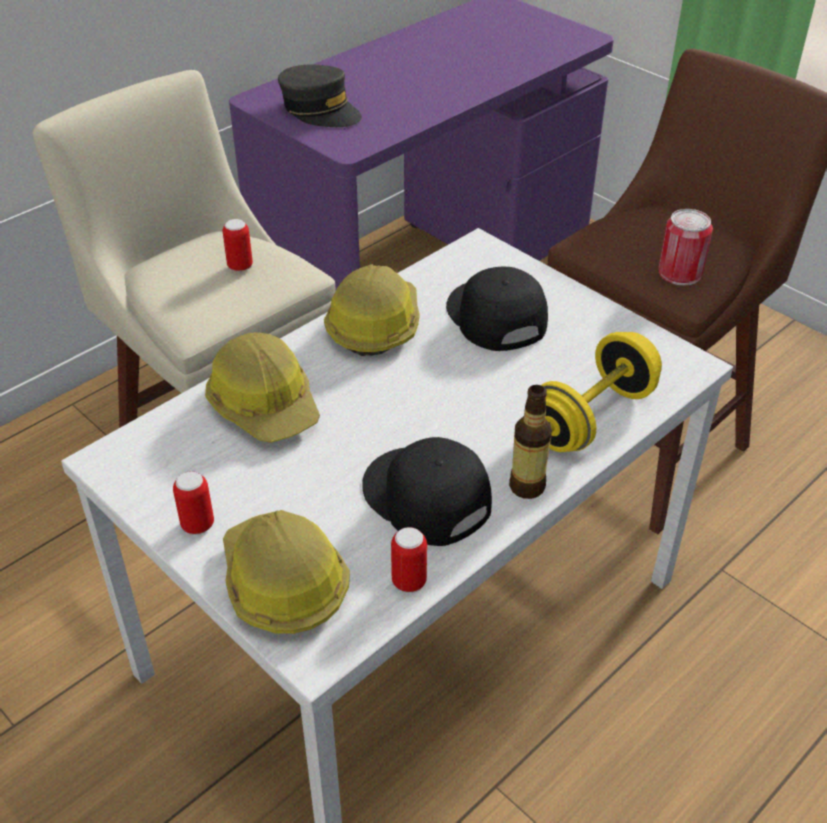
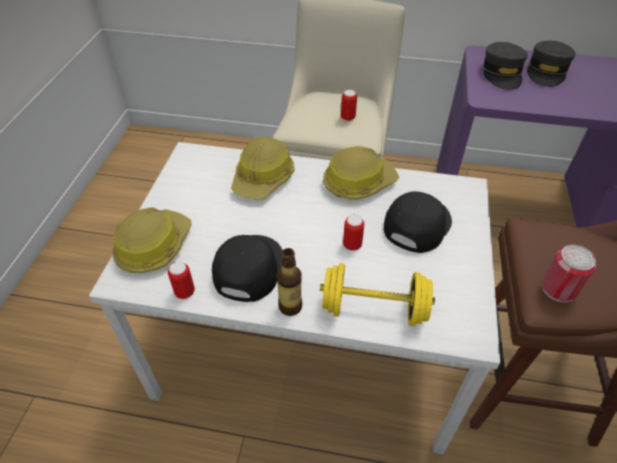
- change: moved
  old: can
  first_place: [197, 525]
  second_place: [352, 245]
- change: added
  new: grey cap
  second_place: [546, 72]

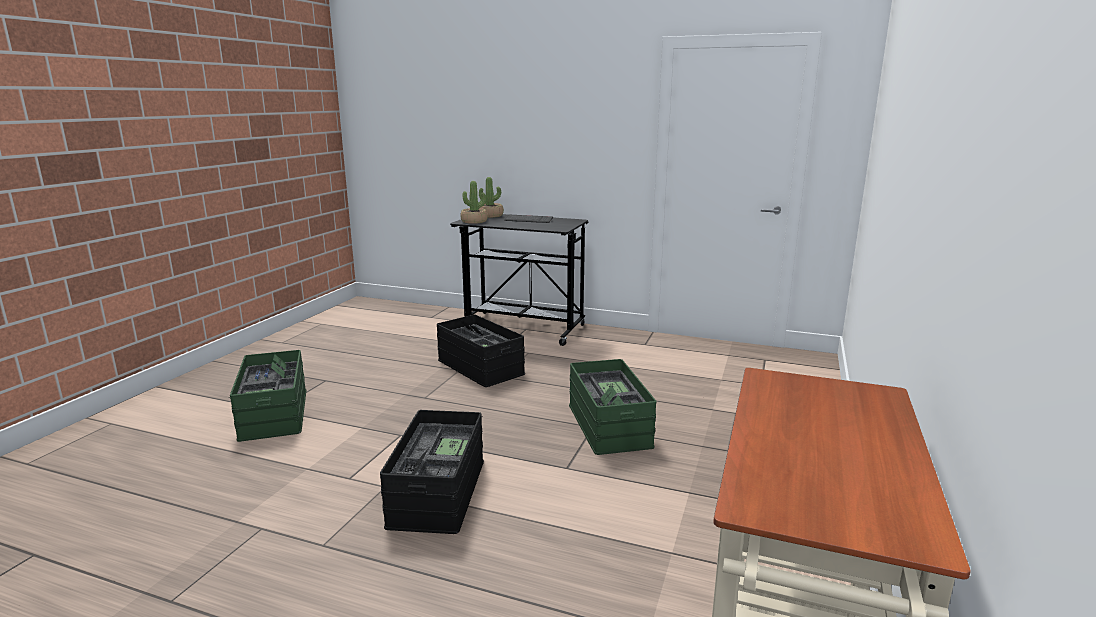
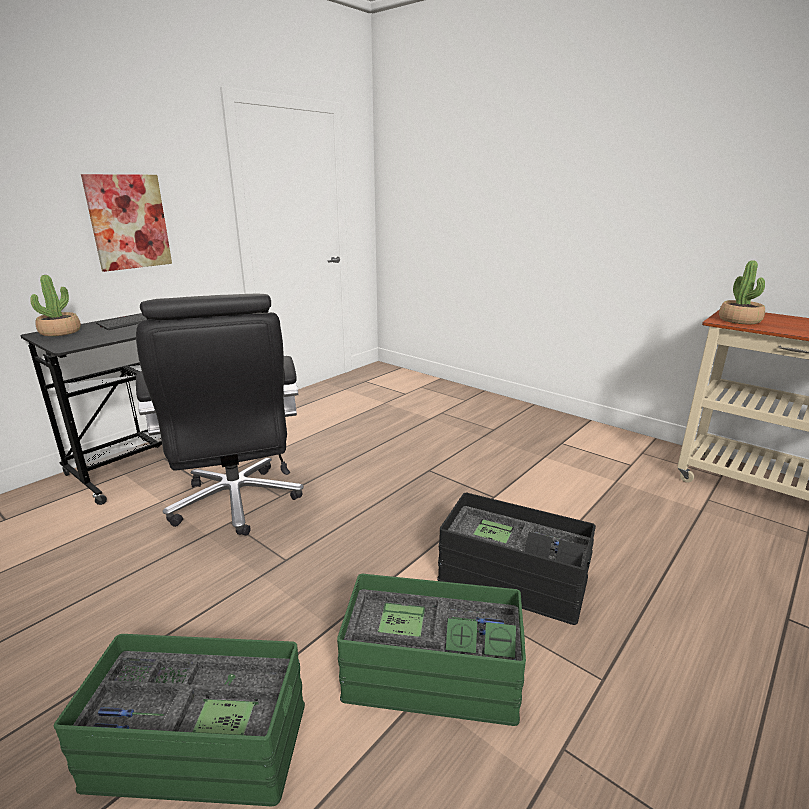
- change: moved
  old: potted plant
  first_place: [474, 221]
  second_place: [739, 320]
- change: replaced
  old: black storage box
  new: black office chair
  first_place: [479, 367]
  second_place: [237, 506]
- change: moved
  old: green storage box
  first_place: [610, 425]
  second_place: [432, 670]
- change: added
  new: picture
  second_place: [128, 222]

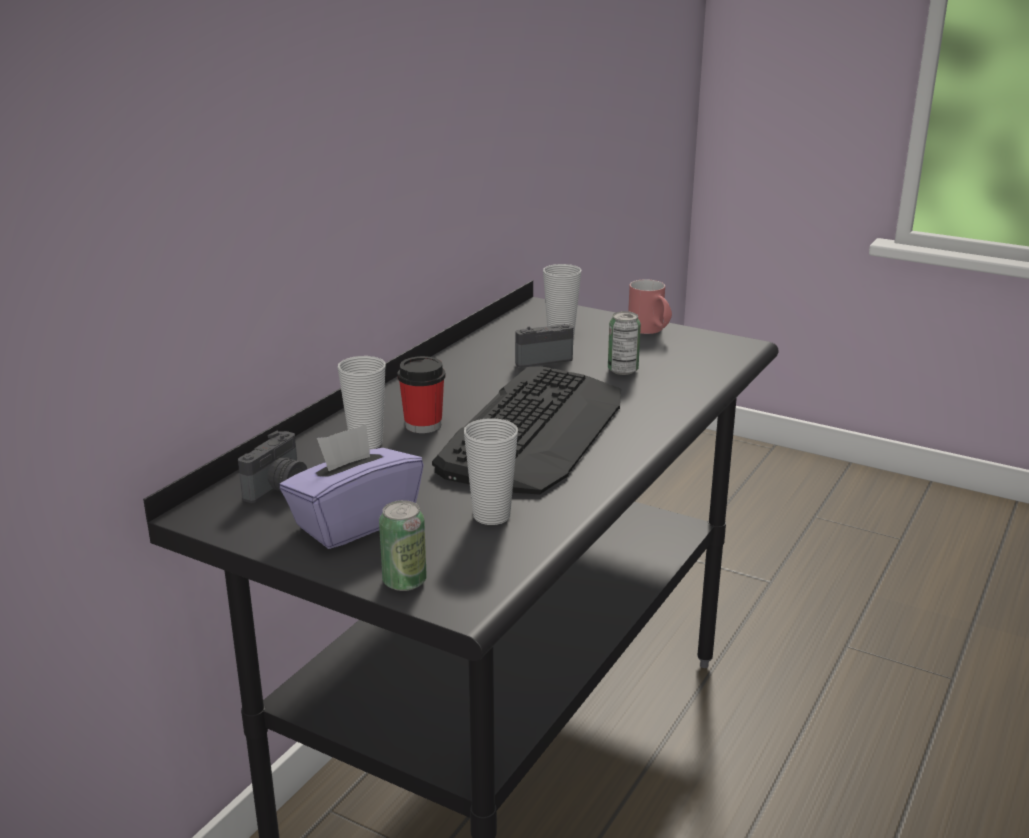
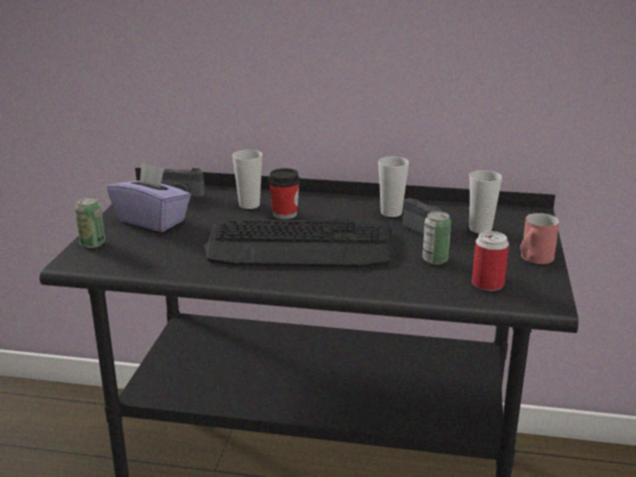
- change: moved
  old: cup
  first_place: [491, 516]
  second_place: [391, 213]
- change: added
  new: can
  second_place: [487, 284]

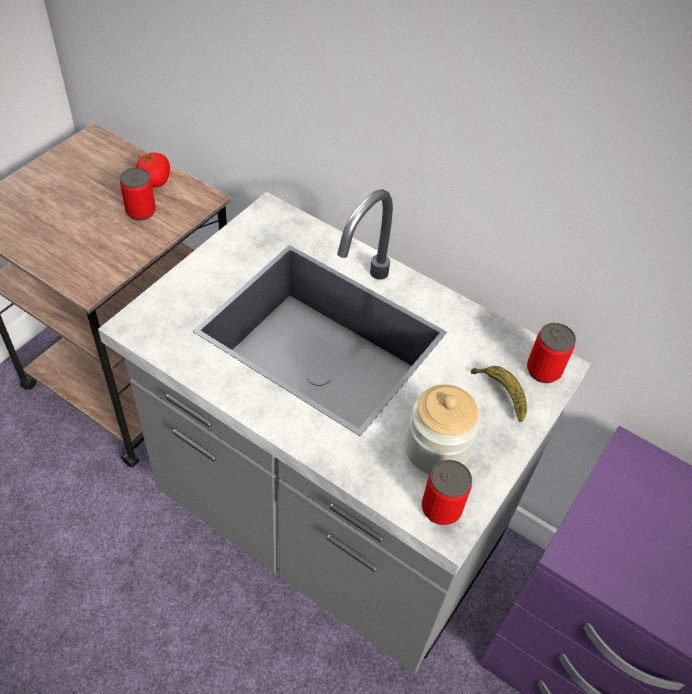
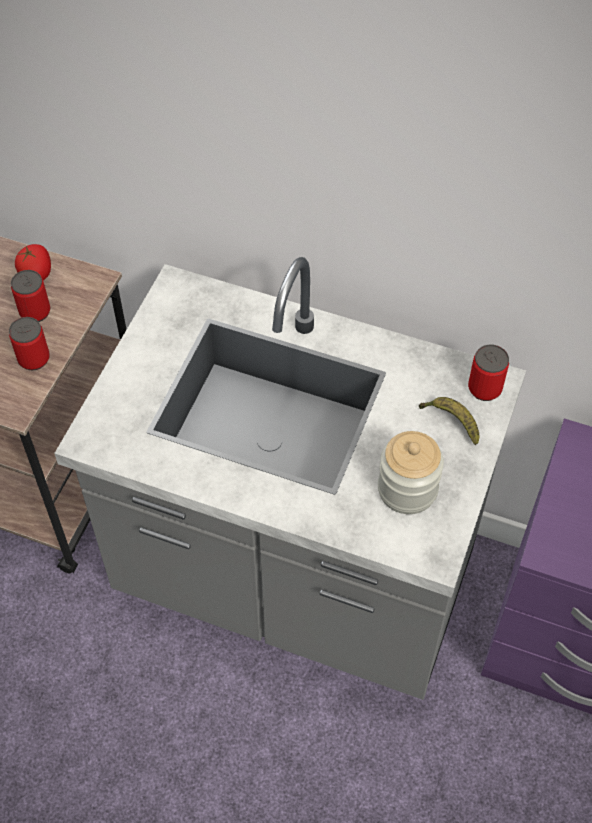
- change: moved
  old: can
  first_place: [441, 508]
  second_place: [34, 359]

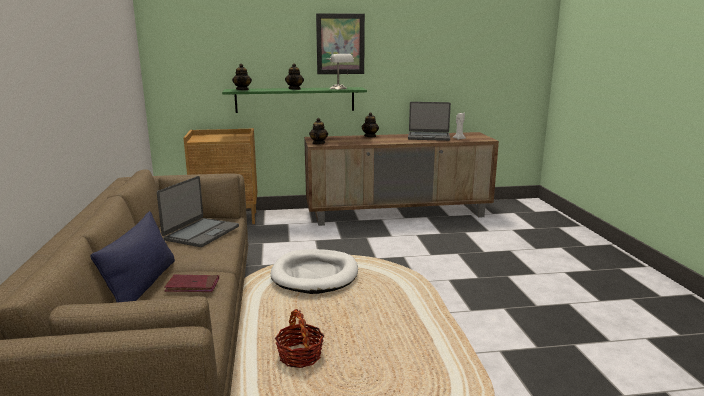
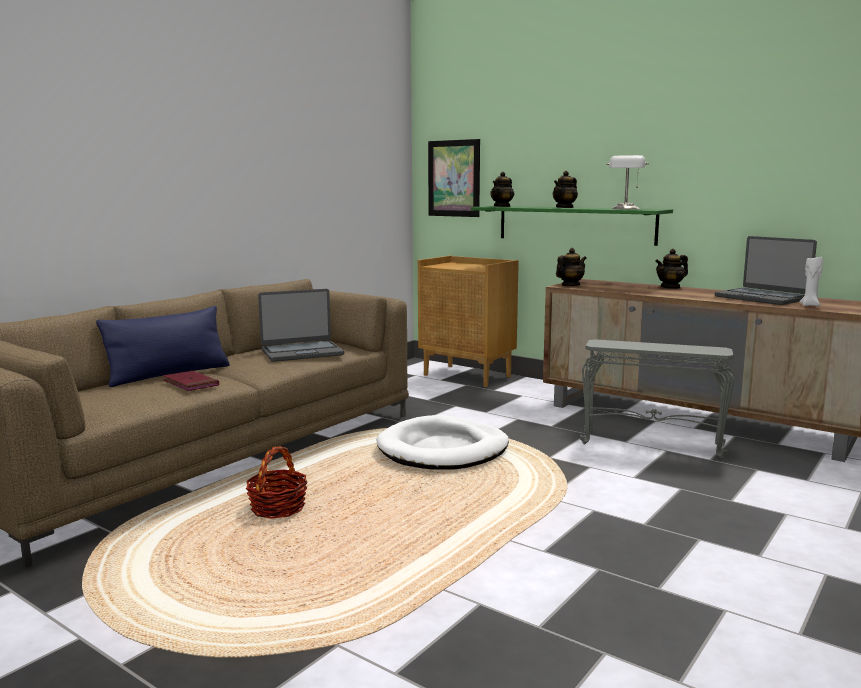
- change: moved
  old: picture
  first_place: [340, 44]
  second_place: [454, 178]
- change: added
  new: grey side table
  second_place: [651, 445]

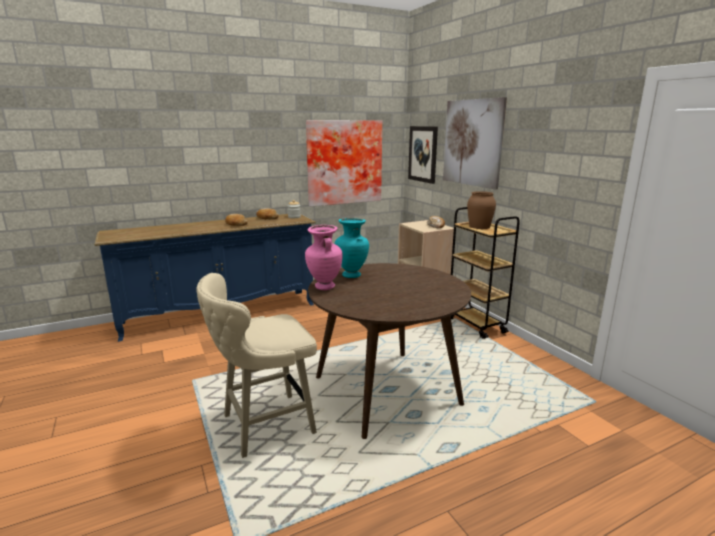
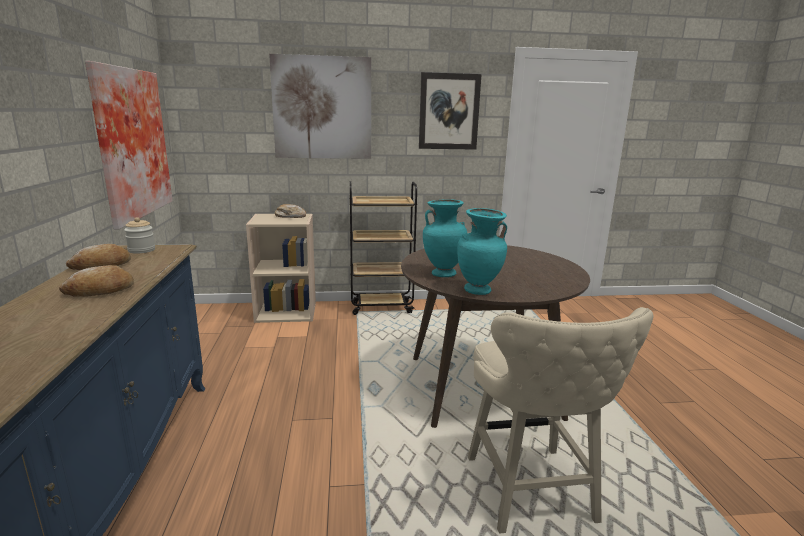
- change: moved
  old: picture
  first_place: [423, 154]
  second_place: [449, 112]
- change: removed
  old: brown vase
  first_place: [479, 226]
- change: recoloured
  old: pink vase
  new: turquoise vase
  first_place: [324, 287]
  second_place: [478, 291]

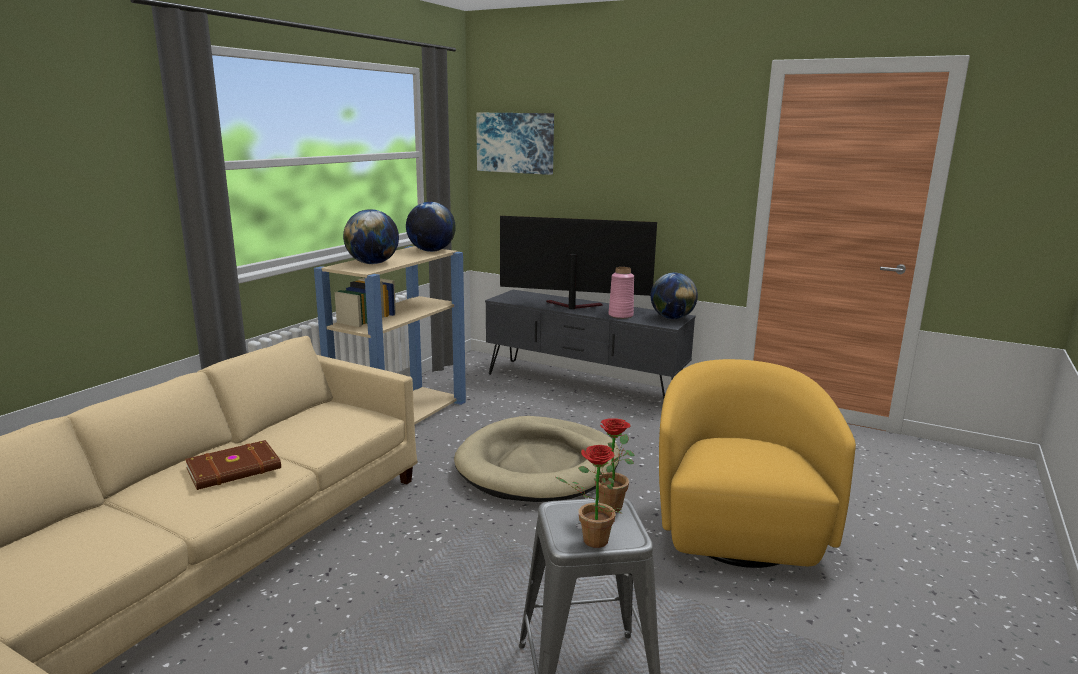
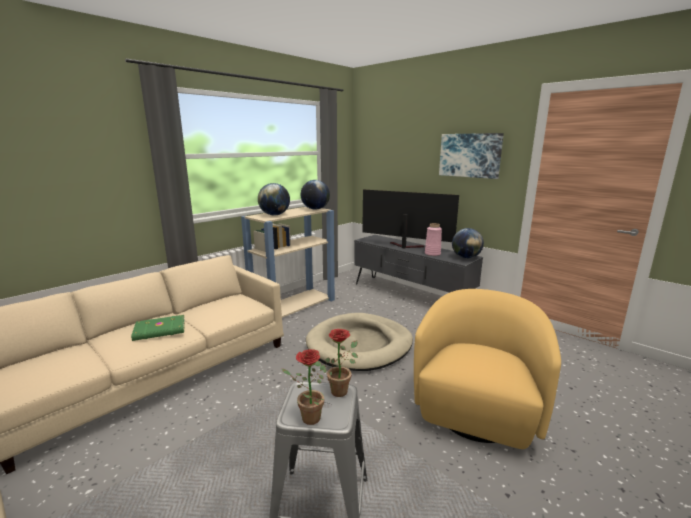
- change: moved
  old: picture
  first_place: [515, 143]
  second_place: [470, 155]
- change: recoloured
  old: brown book
  new: green book
  first_place: [235, 469]
  second_place: [160, 330]

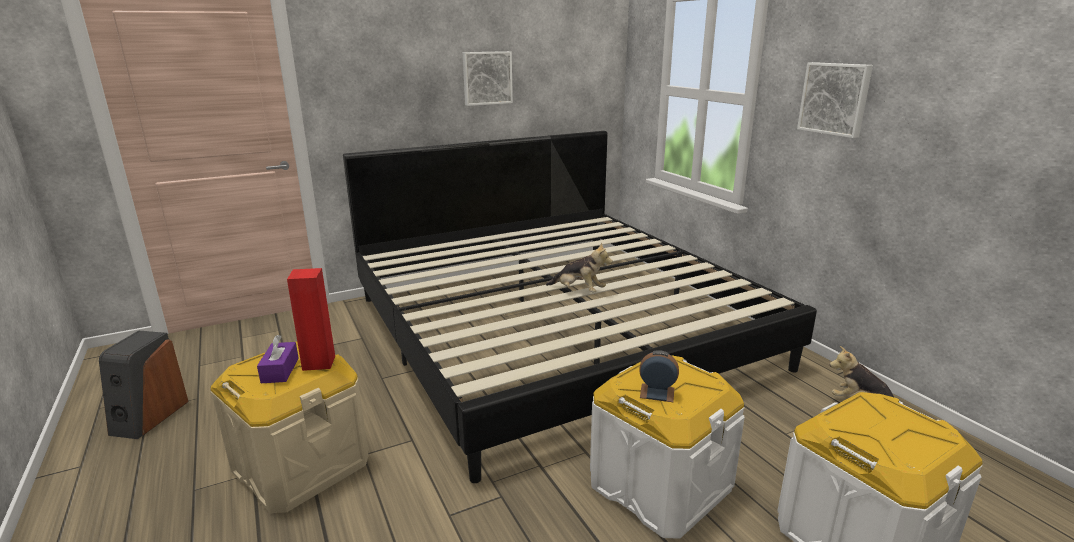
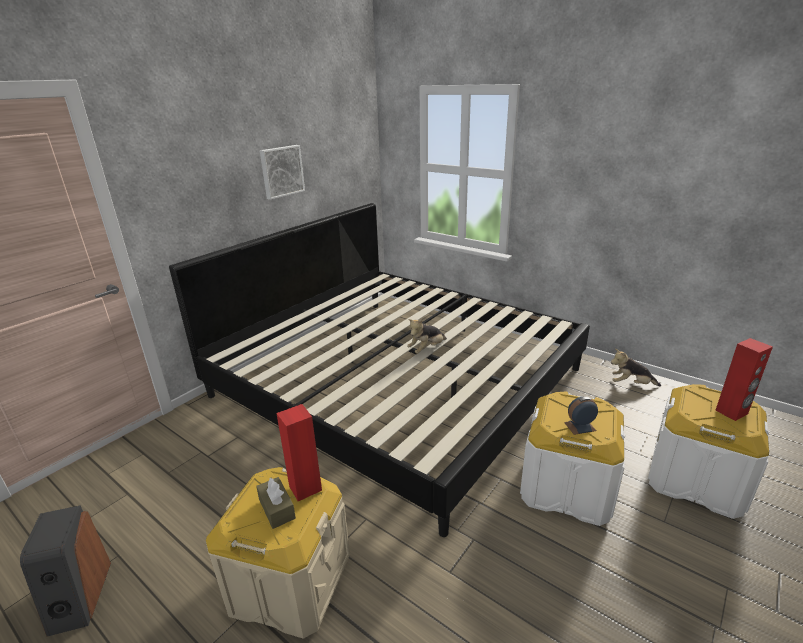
- change: removed
  old: picture
  first_place: [835, 98]
- change: turned
  old: plush toy
  first_place: [579, 291]
  second_place: [426, 349]
  degrees: 135
- change: recoloured
  old: purple tissue box
  new: brown tissue box
  first_place: [280, 370]
  second_place: [277, 509]
- change: added
  new: red speaker
  second_place: [732, 412]

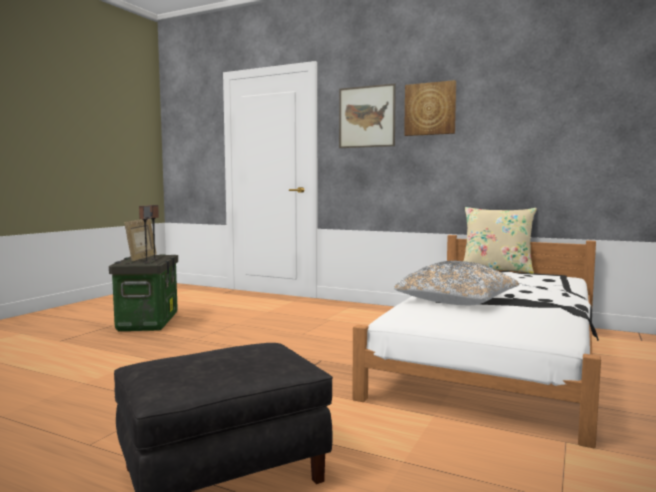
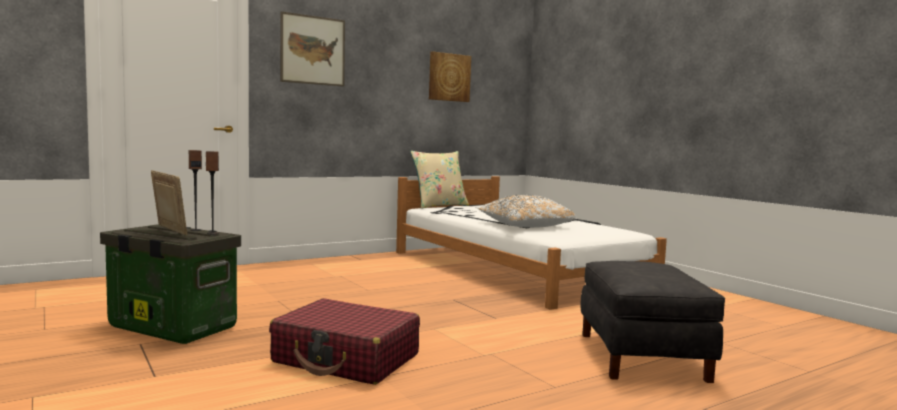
- change: moved
  old: picture
  first_place: [430, 109]
  second_place: [449, 77]
- change: added
  new: red suitcase
  second_place: [346, 359]

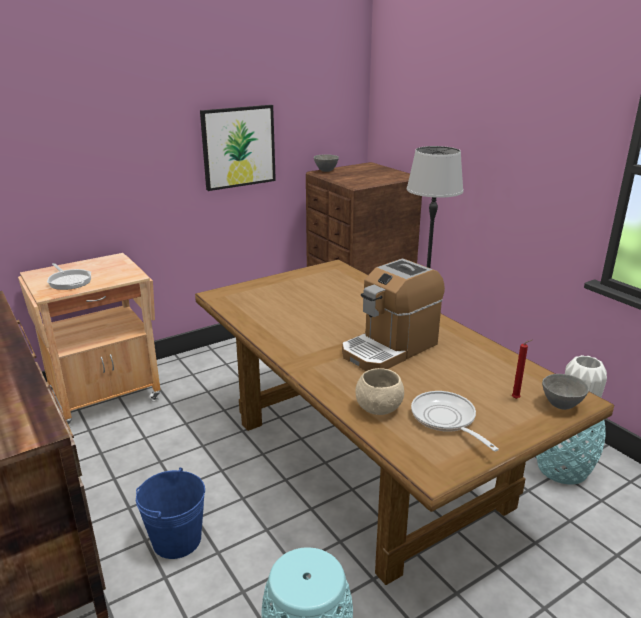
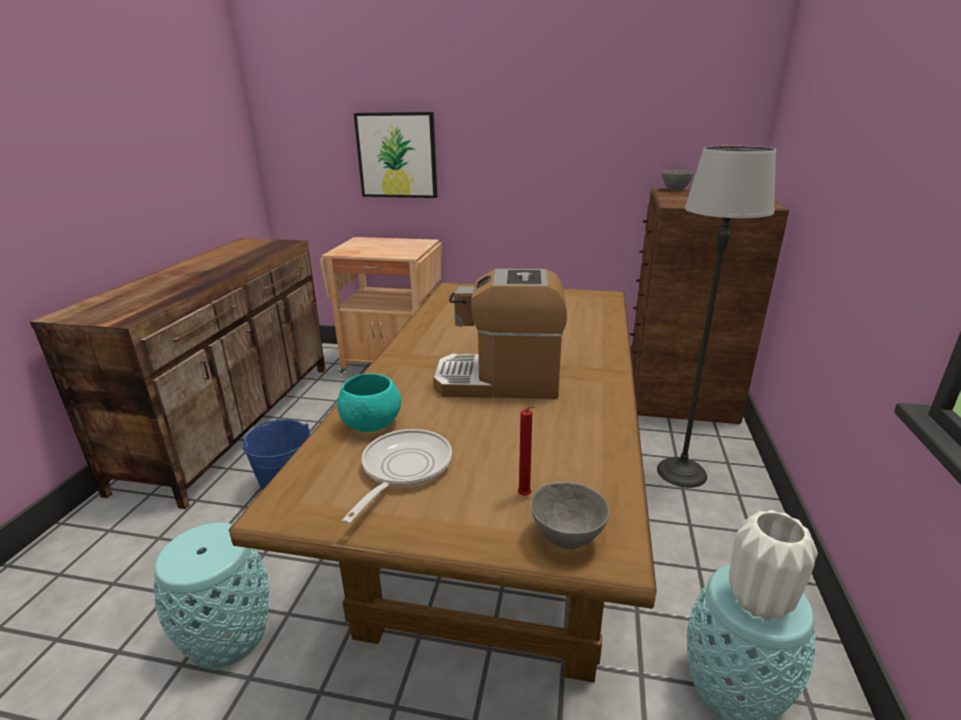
- change: moved
  old: picture
  first_place: [238, 147]
  second_place: [397, 155]
- change: removed
  old: frying pan
  first_place: [69, 281]
- change: recoloured
  old: beige bowl
  new: turquoise bowl
  first_place: [378, 408]
  second_place: [371, 425]

